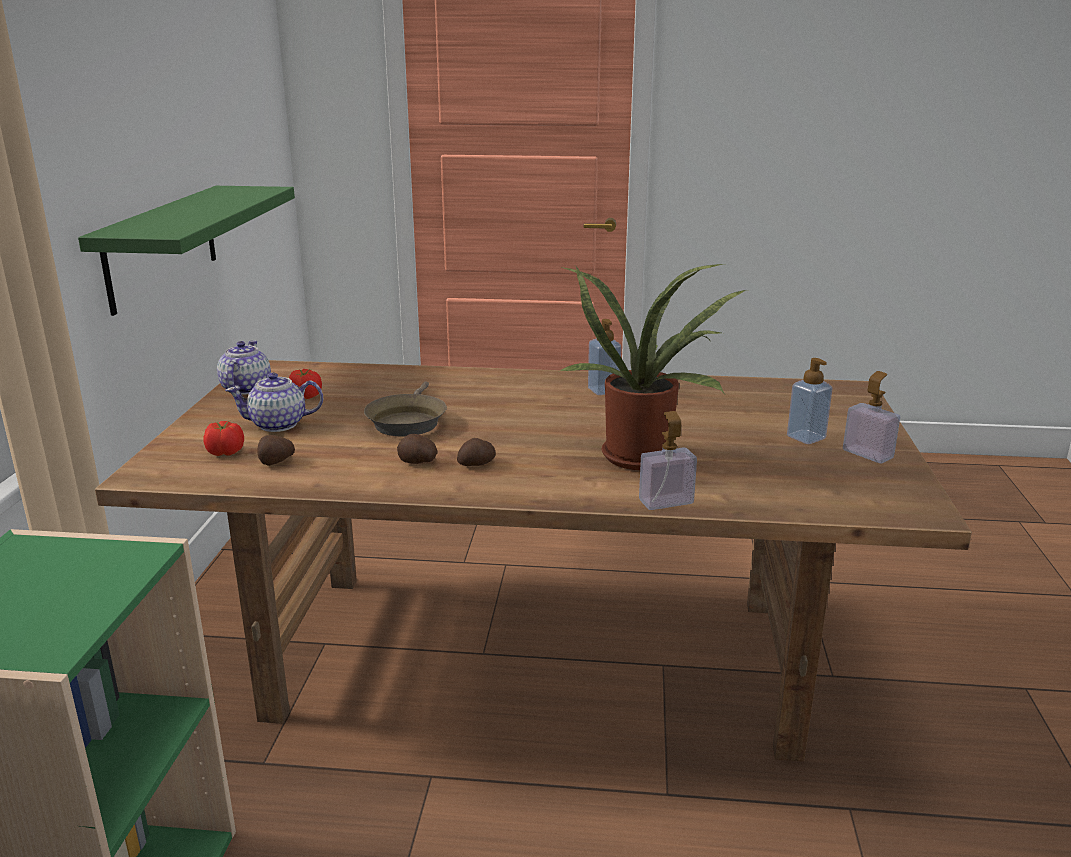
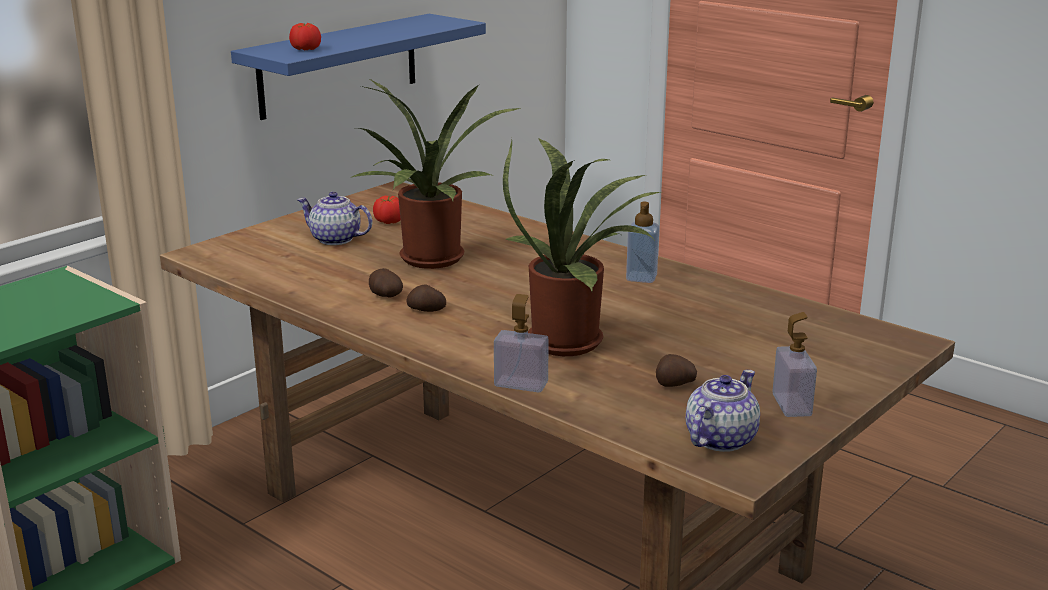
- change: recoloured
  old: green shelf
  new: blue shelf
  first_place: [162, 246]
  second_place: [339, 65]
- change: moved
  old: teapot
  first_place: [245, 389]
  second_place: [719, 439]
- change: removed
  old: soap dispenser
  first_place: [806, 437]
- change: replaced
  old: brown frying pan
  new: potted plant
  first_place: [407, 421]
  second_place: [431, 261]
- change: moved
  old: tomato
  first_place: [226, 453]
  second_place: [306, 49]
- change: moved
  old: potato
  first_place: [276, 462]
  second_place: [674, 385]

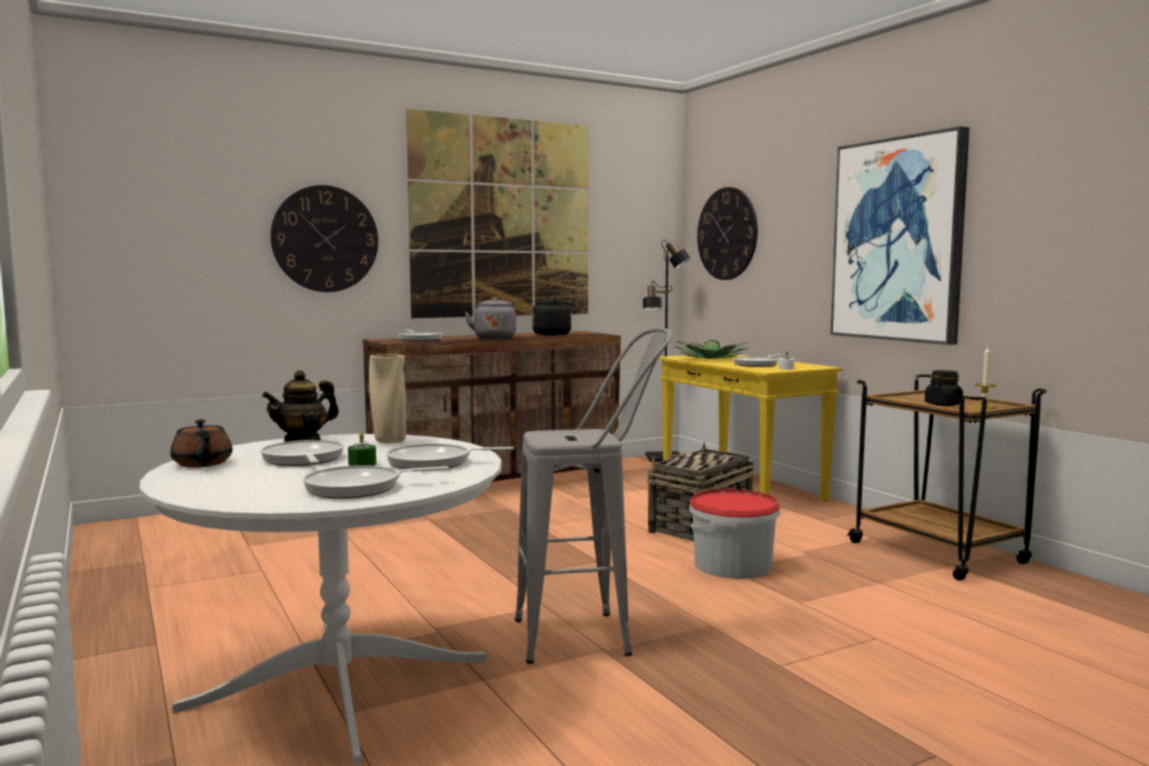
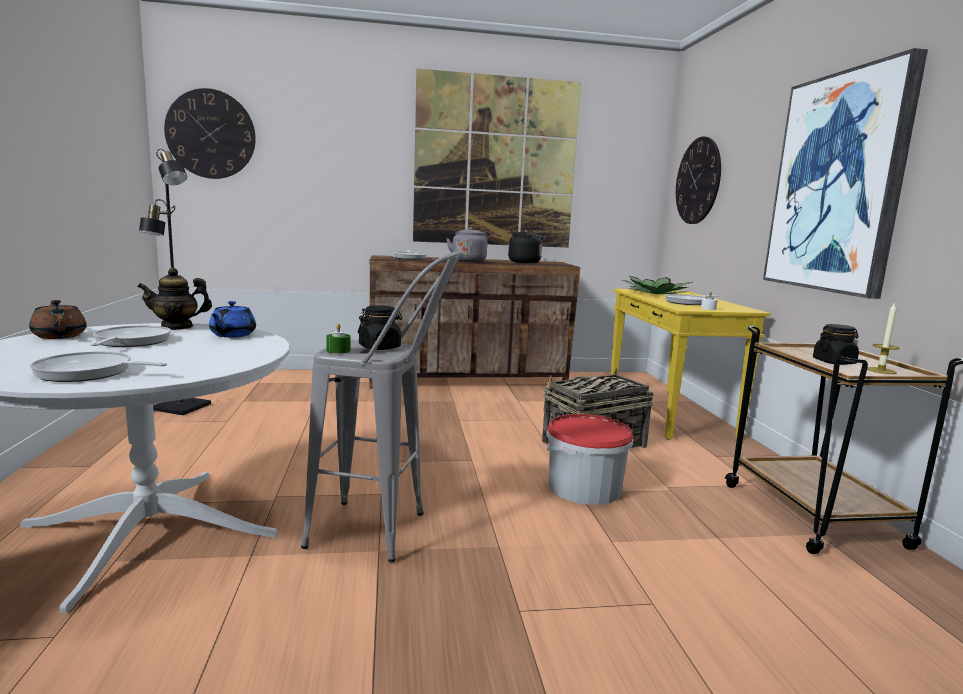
- change: moved
  old: wall clock
  first_place: [325, 239]
  second_place: [210, 134]
- change: moved
  old: black floor lamp
  first_place: [664, 458]
  second_place: [181, 407]
- change: replaced
  old: beige vase
  new: blue teapot
  first_place: [389, 442]
  second_place: [232, 335]
- change: turned
  old: brown teapot
  first_place: [202, 464]
  second_place: [59, 336]
  degrees: 150
- change: moved
  old: green candle
  first_place: [362, 464]
  second_place: [338, 350]
- change: removed
  old: frying pan
  first_place: [434, 463]
- change: added
  new: black jar
  second_place: [380, 347]

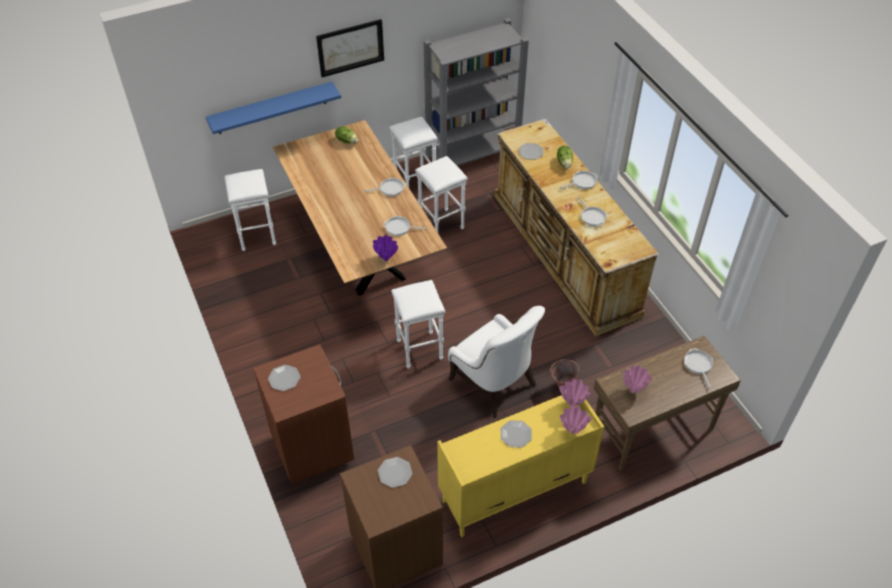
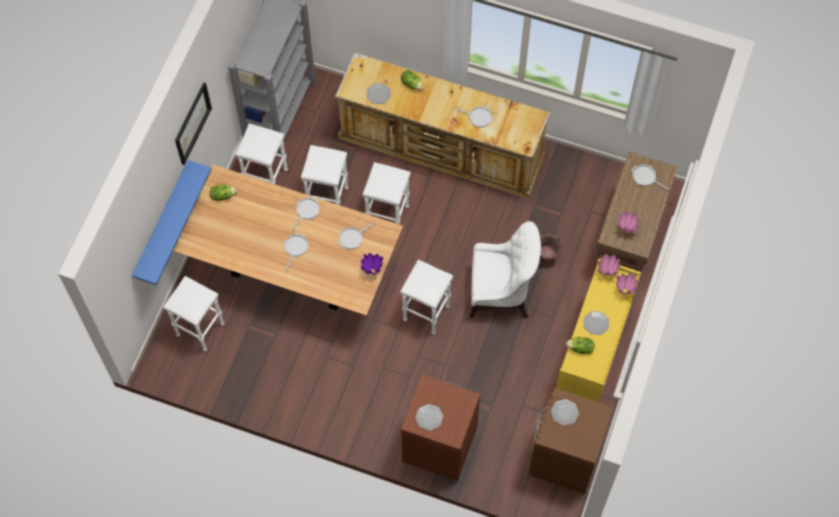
- change: moved
  old: frying pan
  first_place: [582, 182]
  second_place: [295, 248]
- change: added
  new: white stool
  second_place: [389, 215]
- change: added
  new: lettuce
  second_place: [580, 348]

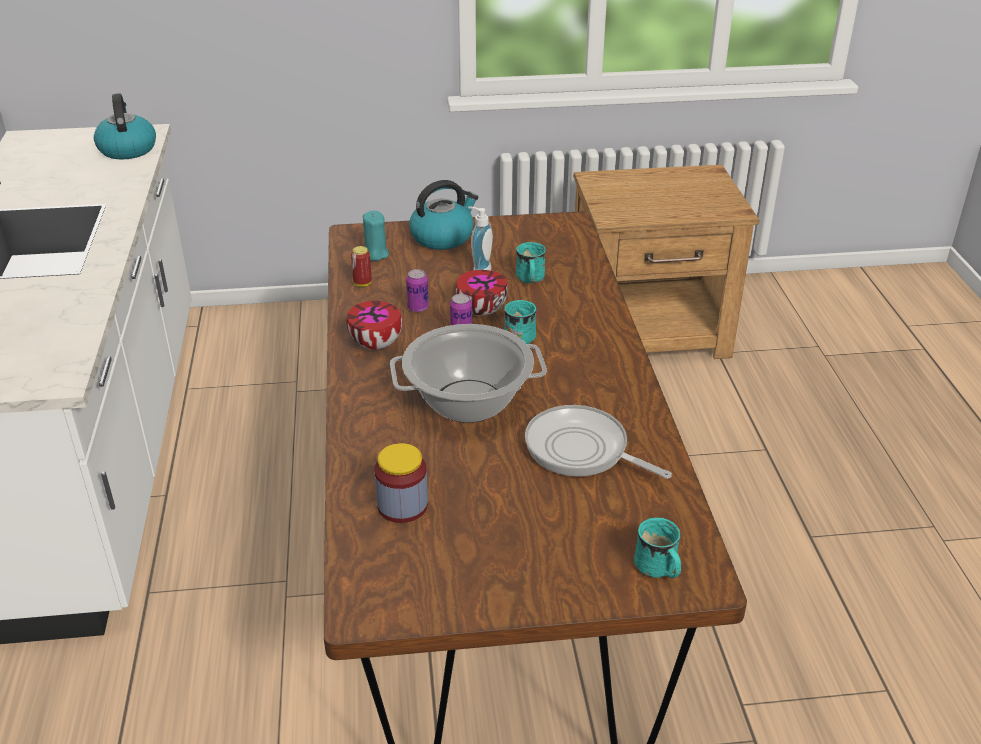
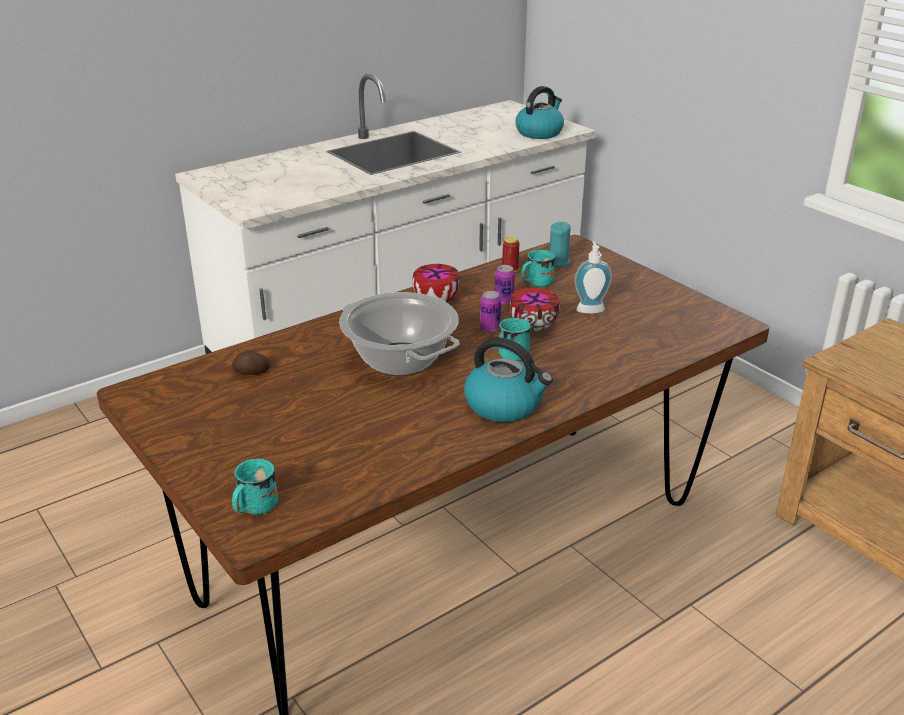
- change: moved
  old: kettle
  first_place: [443, 237]
  second_place: [505, 405]
- change: moved
  old: turquoise mug
  first_place: [530, 280]
  second_place: [535, 283]
- change: removed
  old: frying pan
  first_place: [581, 450]
- change: replaced
  old: jar
  new: potato
  first_place: [402, 505]
  second_place: [251, 372]

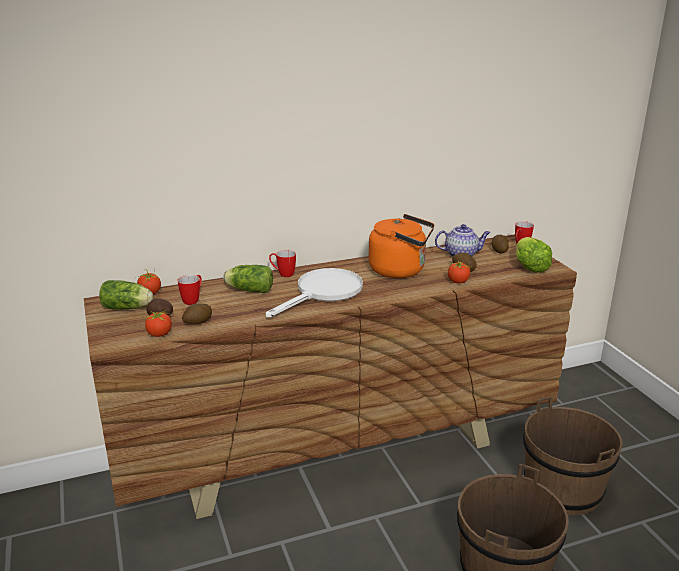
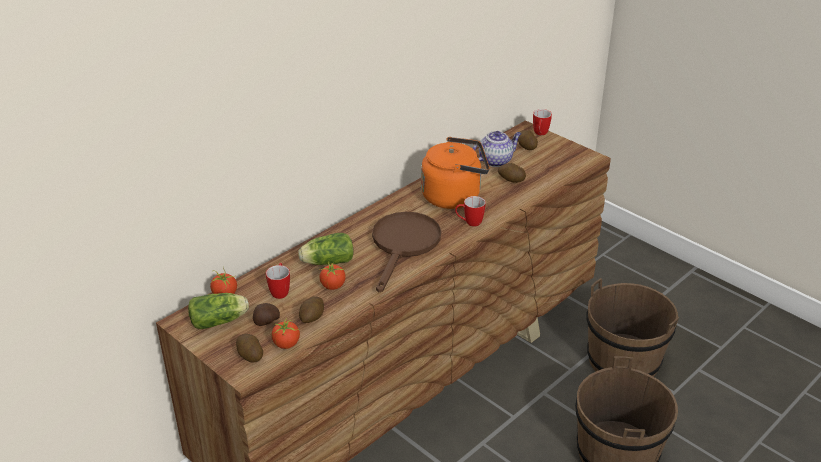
- change: removed
  old: lettuce
  first_place: [529, 266]
- change: moved
  old: mug
  first_place: [282, 274]
  second_place: [469, 223]
- change: moved
  old: tomato
  first_place: [458, 281]
  second_place: [333, 286]
- change: recoloured
  old: white frying pan
  new: brown frying pan
  first_place: [323, 293]
  second_place: [404, 245]
- change: added
  new: potato
  second_place: [250, 355]

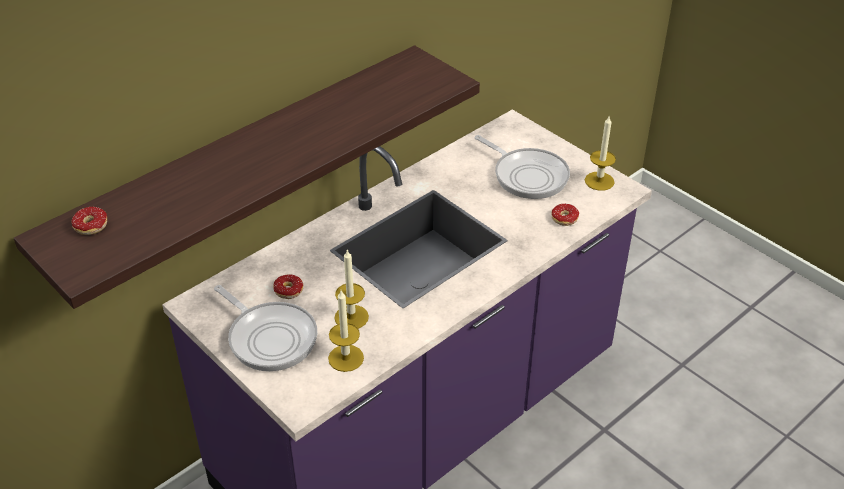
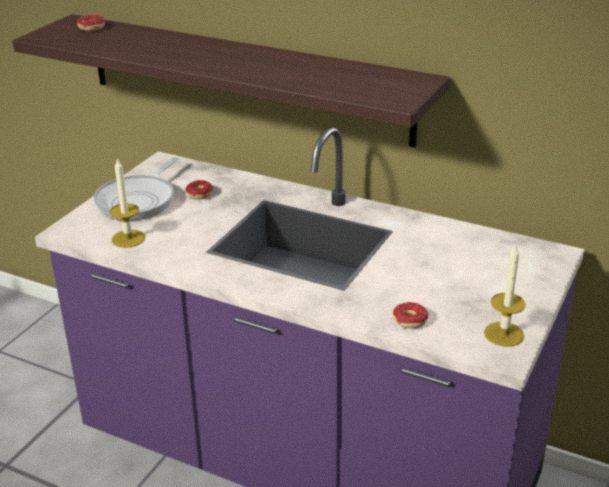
- change: removed
  old: frying pan
  first_place: [527, 175]
- change: removed
  old: candle
  first_place: [351, 317]

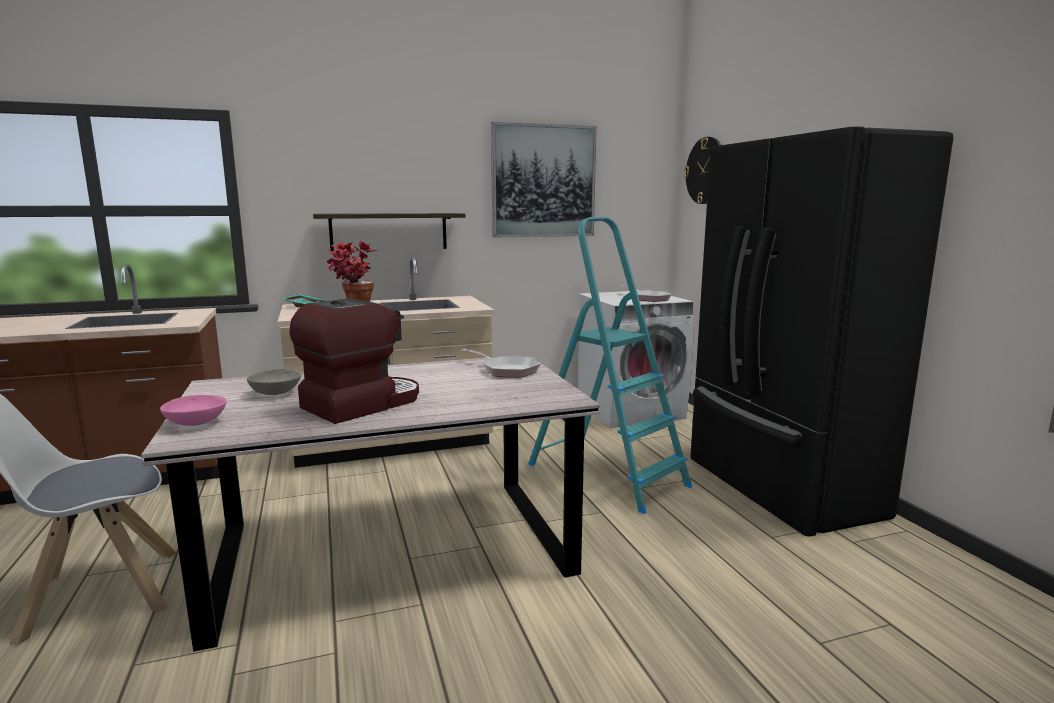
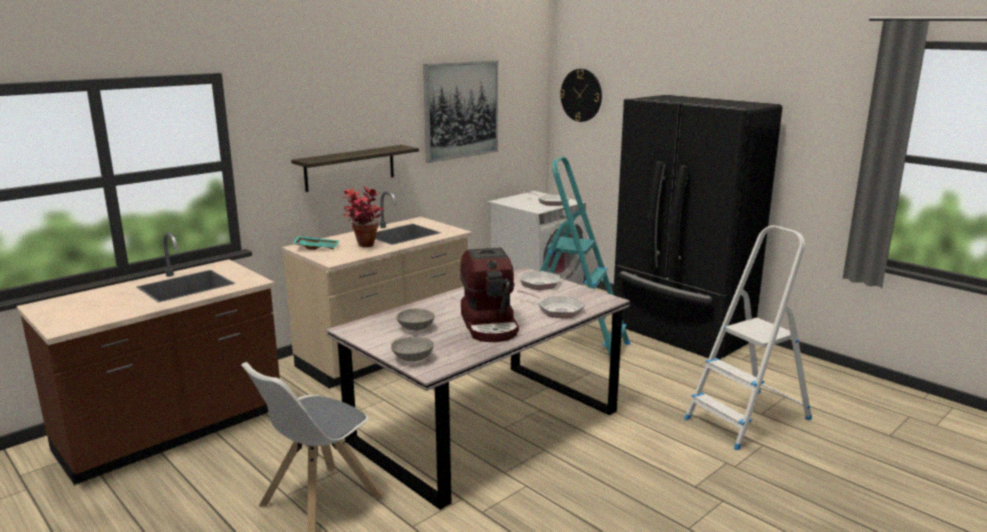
- change: turned
  old: coffee machine
  first_place: [362, 403]
  second_place: [490, 325]
  degrees: 150
- change: recoloured
  old: pink bowl
  new: grey bowl
  first_place: [195, 423]
  second_place: [412, 358]
- change: added
  new: white step ladder
  second_place: [747, 419]
- change: added
  new: frying pan
  second_place: [557, 310]

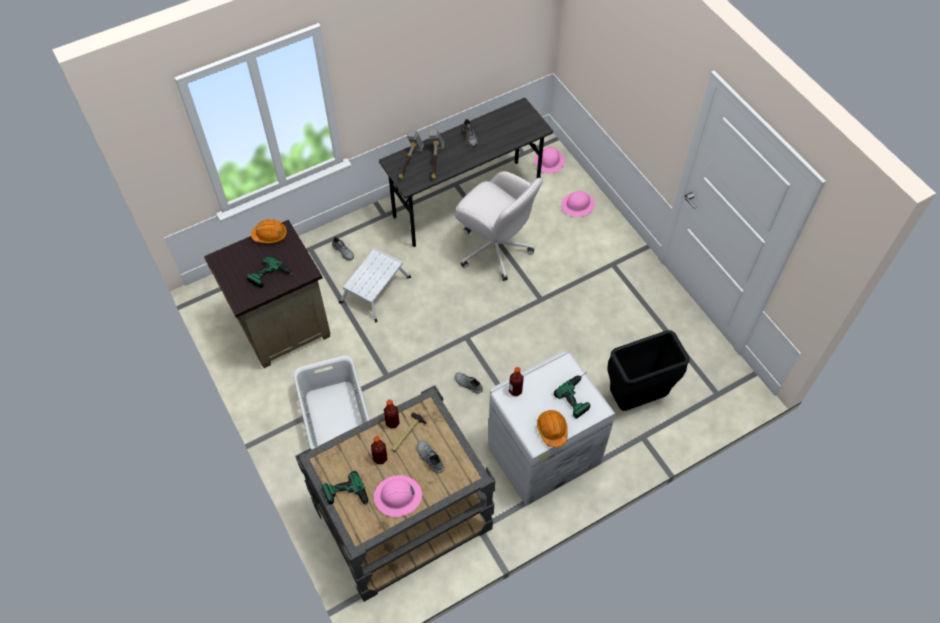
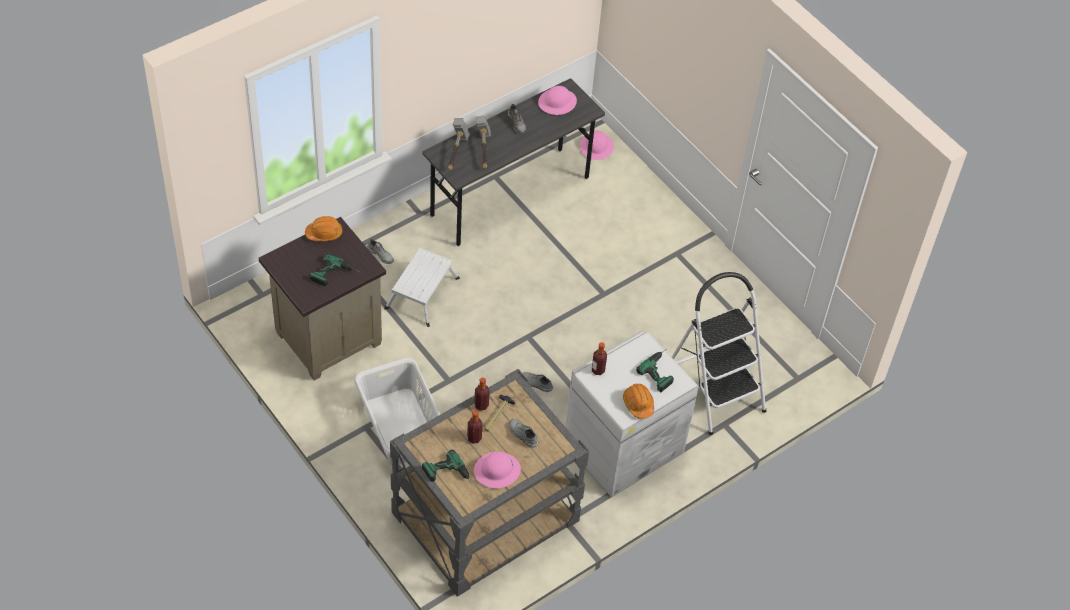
- change: removed
  old: white office chair
  first_place: [494, 250]
- change: moved
  old: pink hard hat
  first_place: [578, 205]
  second_place: [557, 102]
- change: replaced
  old: black trash can
  new: step ladder
  first_place: [636, 398]
  second_place: [714, 387]

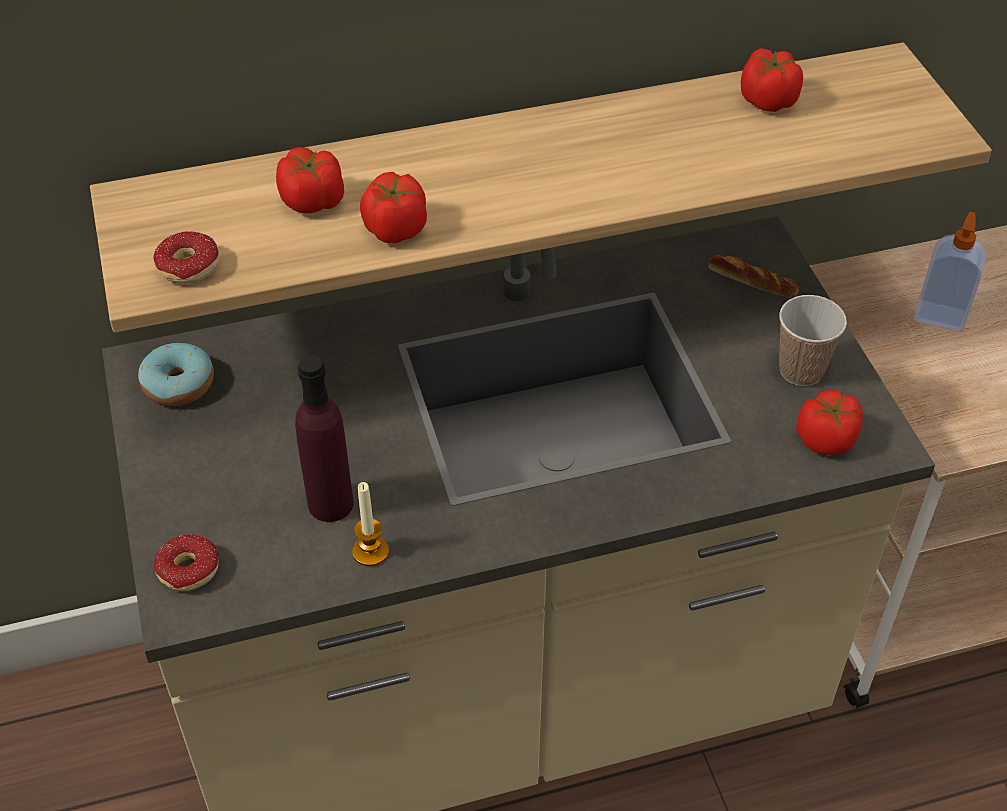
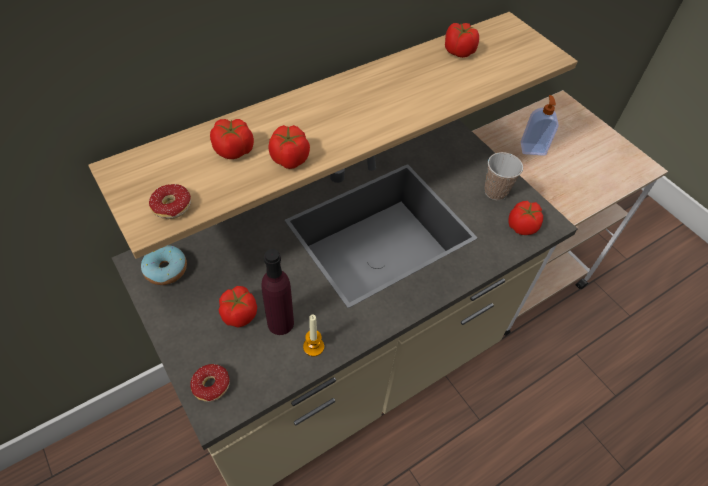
- change: removed
  old: bread
  first_place: [752, 282]
- change: added
  new: tomato
  second_place: [239, 314]

